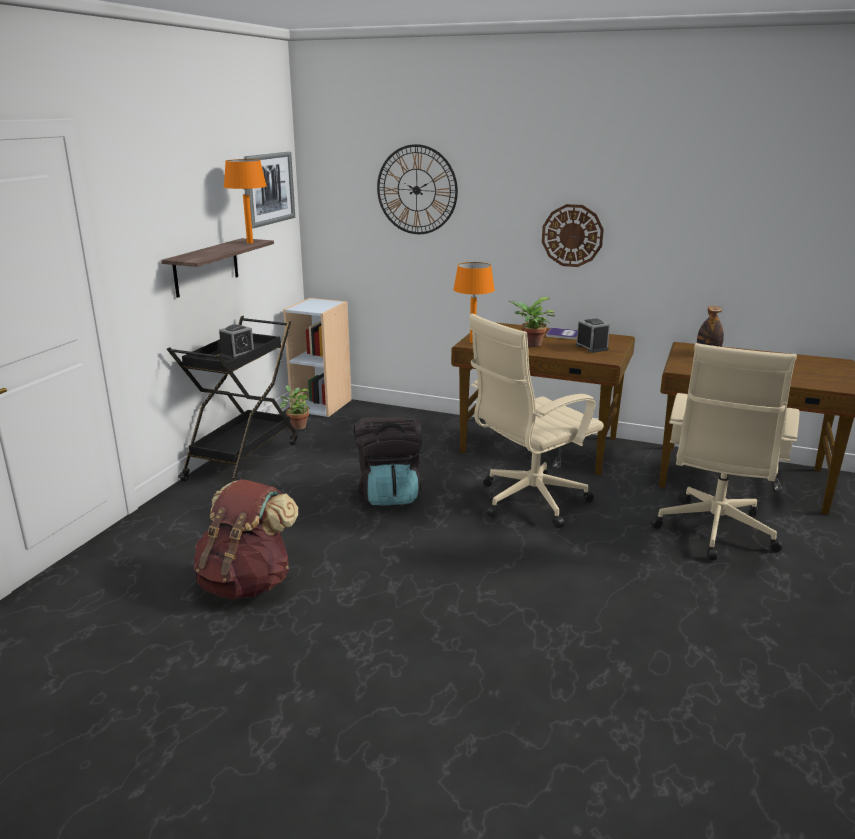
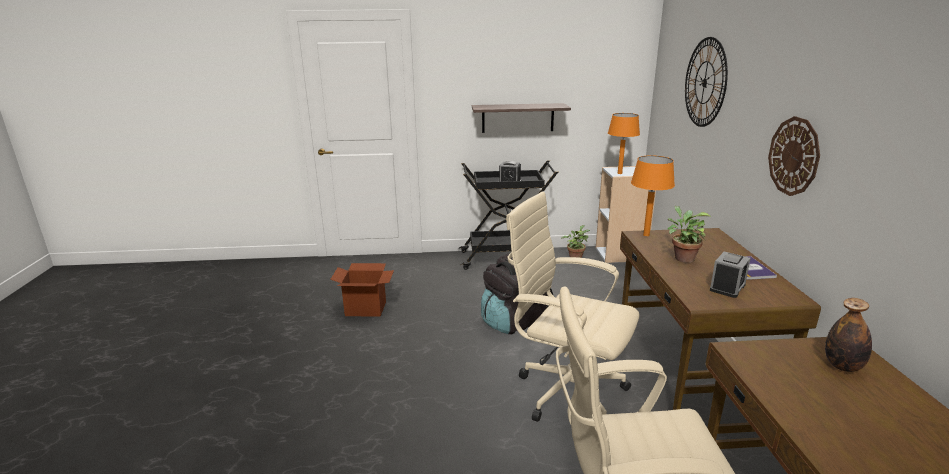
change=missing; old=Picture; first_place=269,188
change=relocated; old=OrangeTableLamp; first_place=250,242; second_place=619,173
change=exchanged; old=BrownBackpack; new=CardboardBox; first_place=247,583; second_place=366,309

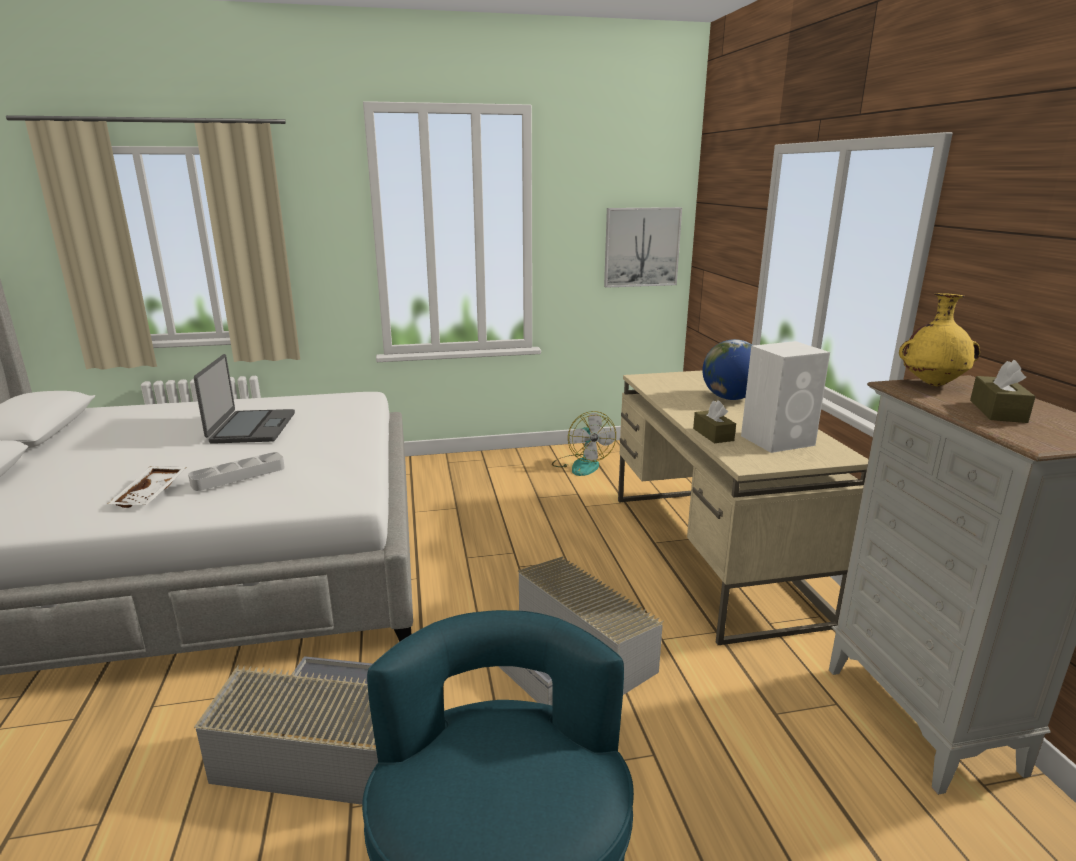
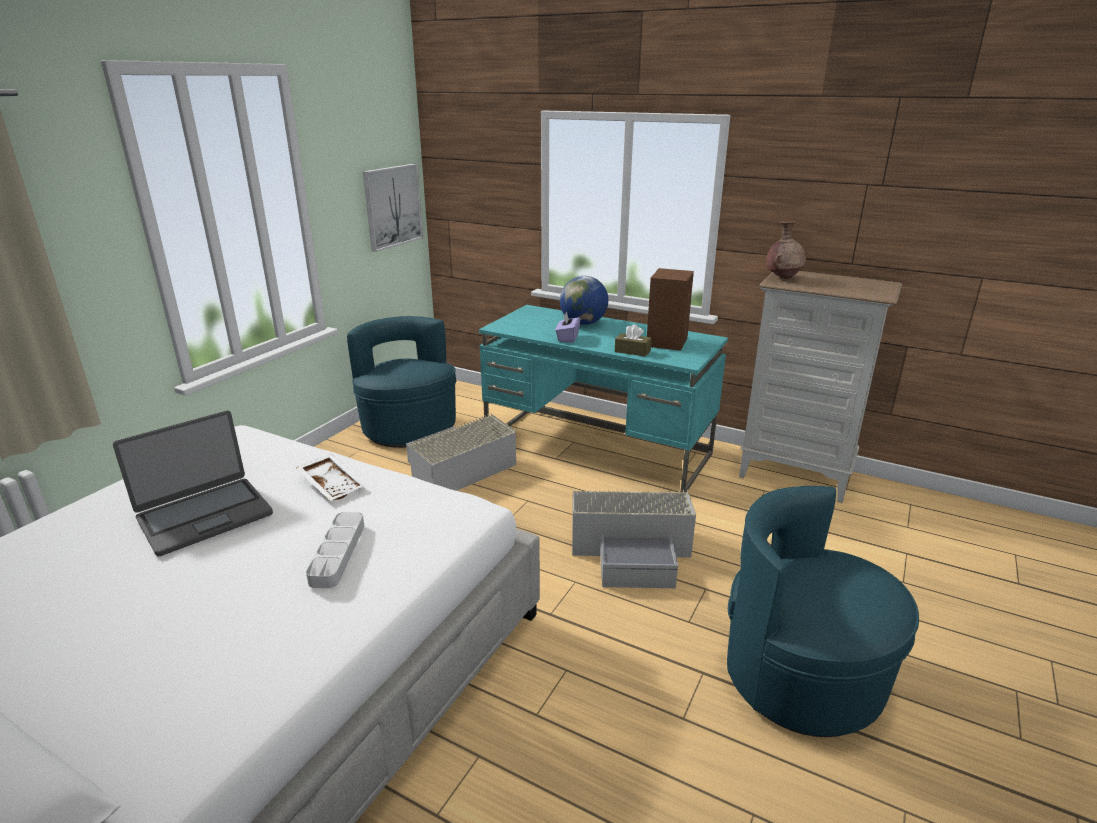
change=missing; old=BrownTissueBox; first_place=997,411
change=appeared; new=PurpleTissueBox; second_place=567,338
change=relocated; old=WhiteTray; first_place=152,494; second_place=333,484
change=relocated; old=GreyStorageBox; first_place=318,746; second_place=456,469
change=exchanged; old=Fan; new=TurquoiseArmchair; first_place=581,465; second_place=410,428
change=colour; old=BeigeDesk; new=TurquoiseDesk; first_place=711,555; second_place=598,448
change=colour; old=WhiteSpeaker; new=BrownSpeaker; first_place=779,440; second_place=667,341
change=colour; old=YellowVase; new=BrownVase; first_place=932,384; second_place=783,278
change=spun; old=Laptop; first_place=251,428; second_place=204,516; degrees=105

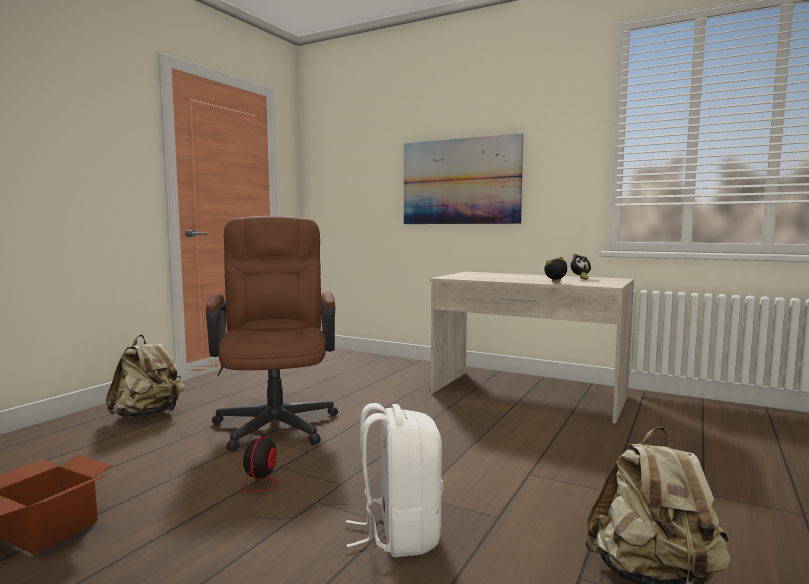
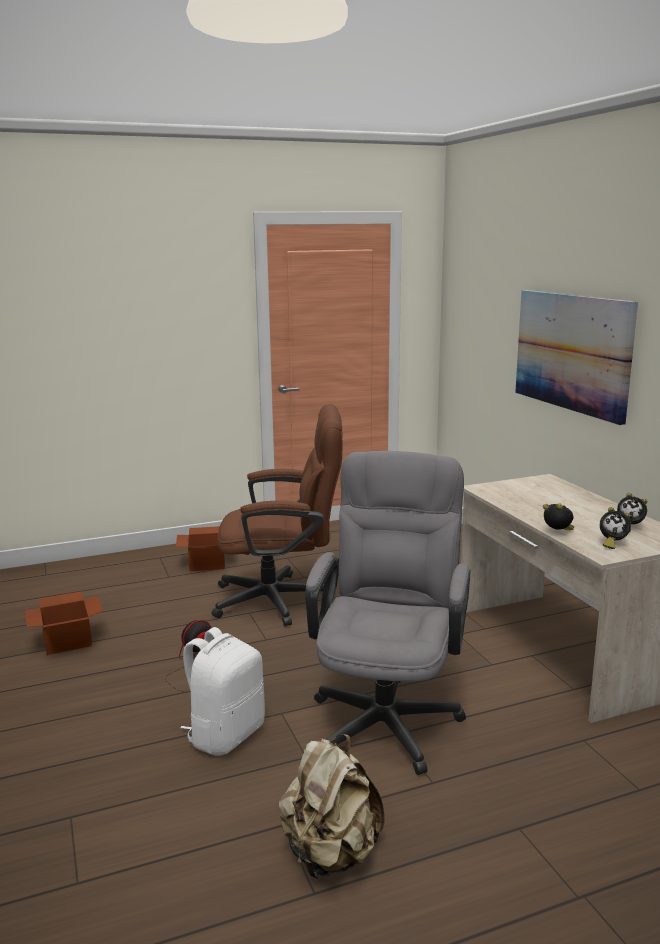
change=appeared; new=GreyOfficeChair; second_place=388,714
change=appeared; new=AlarmClock; second_place=611,543
change=exchanged; old=BeigeBackpack; new=CardboardBox; first_place=148,415; second_place=208,562
change=spun; old=BrownOfficeChair; first_place=277,421; second_place=283,600; degrees=60

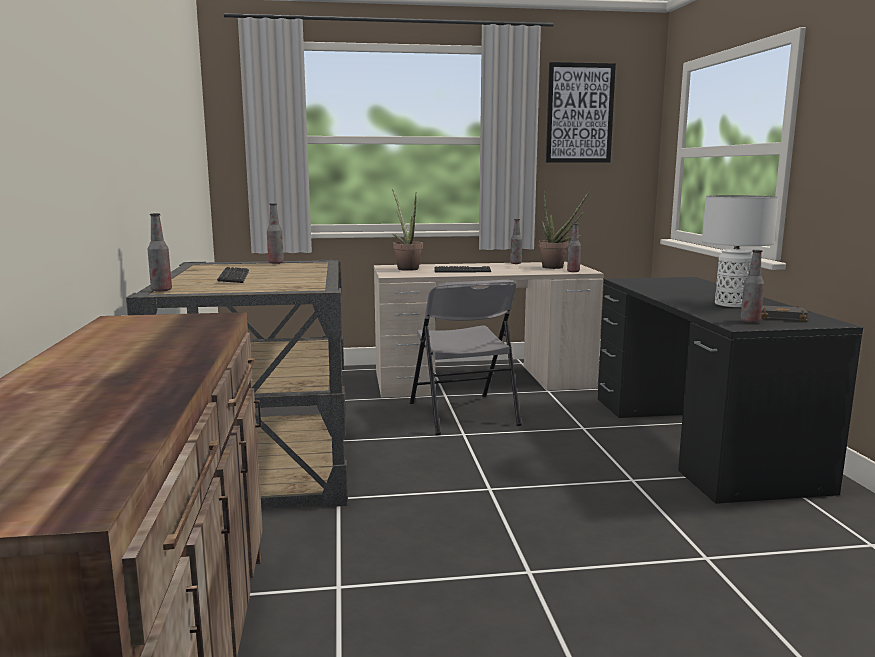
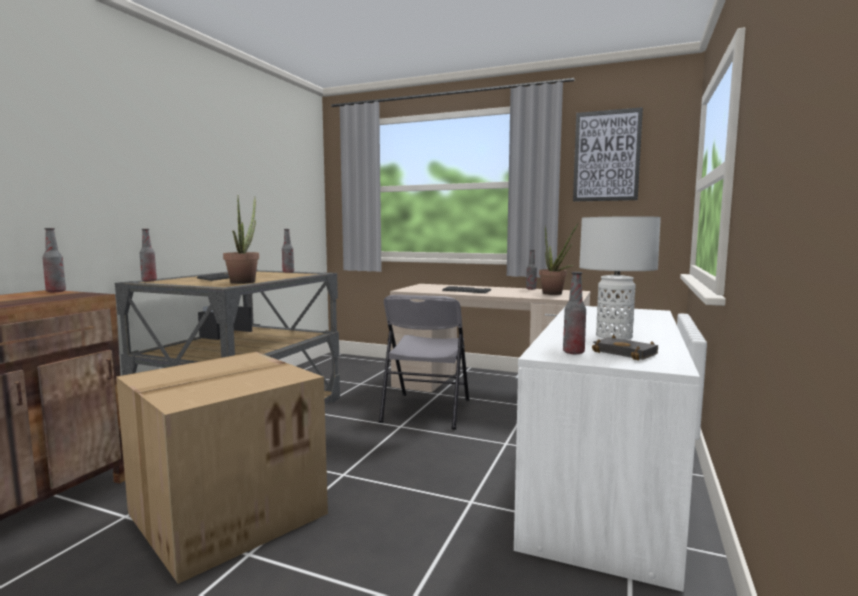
change=appeared; new=CardboardBox; second_place=229,511
change=relocated; old=PottedPlant; first_place=406,268; second_place=245,281
change=relocated; old=Bottle; first_place=573,271; second_place=56,291
change=colour; old=BlackDesk; new=WhiteDesk; first_place=697,439; second_place=602,480

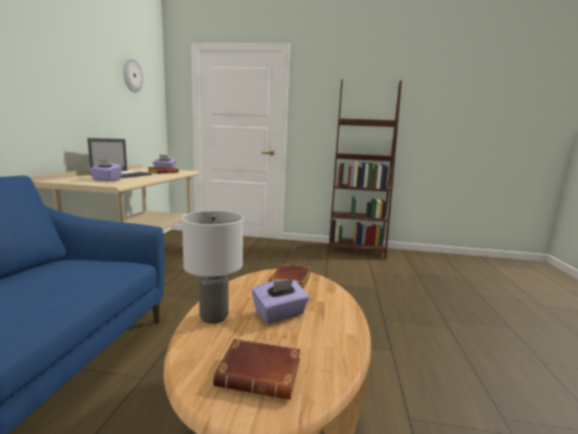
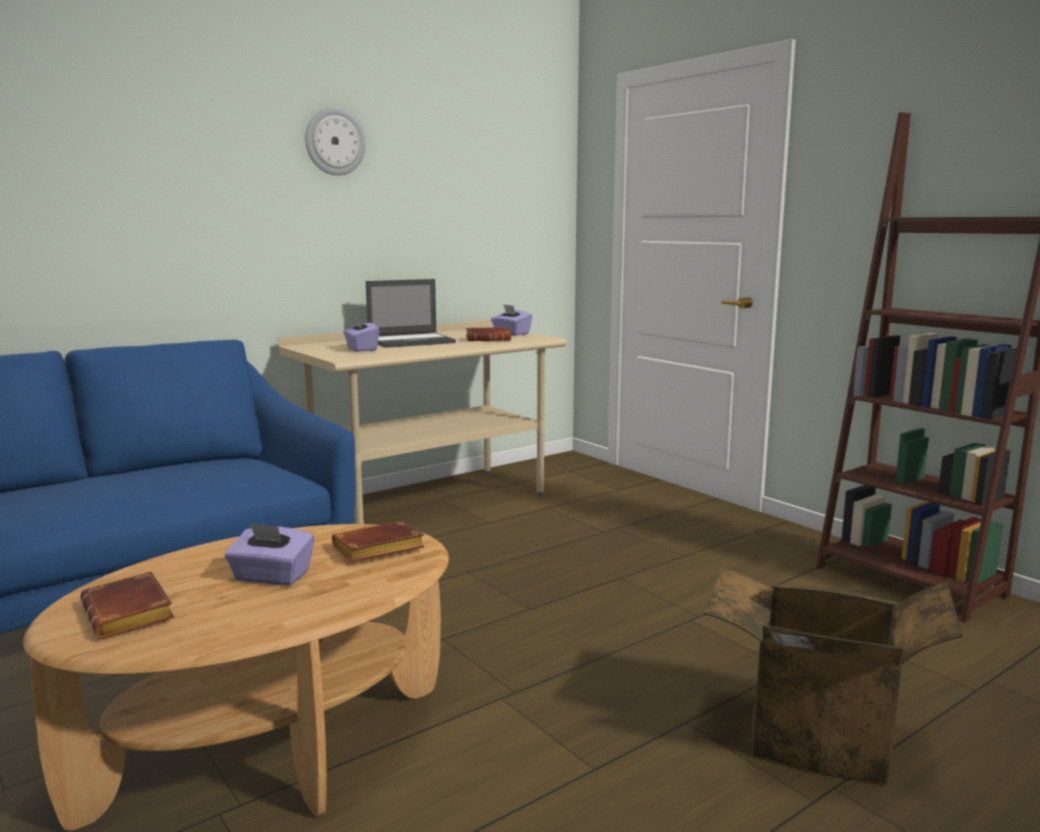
change=missing; old=WhiteTableLamp; first_place=212,317
change=appeared; new=CardboardBox; second_place=816,739
change=relocated; old=WallClock; first_place=132,75; second_place=335,142

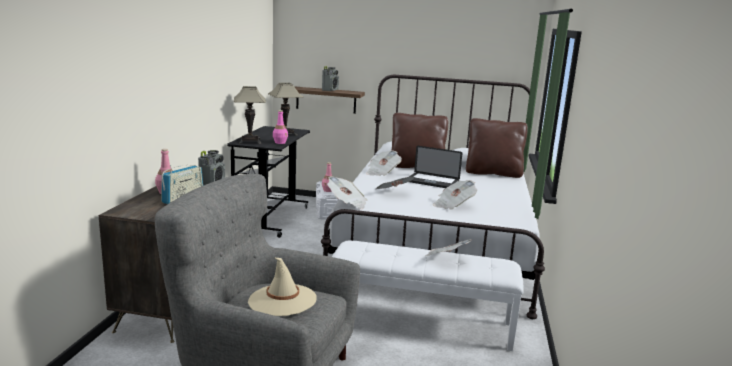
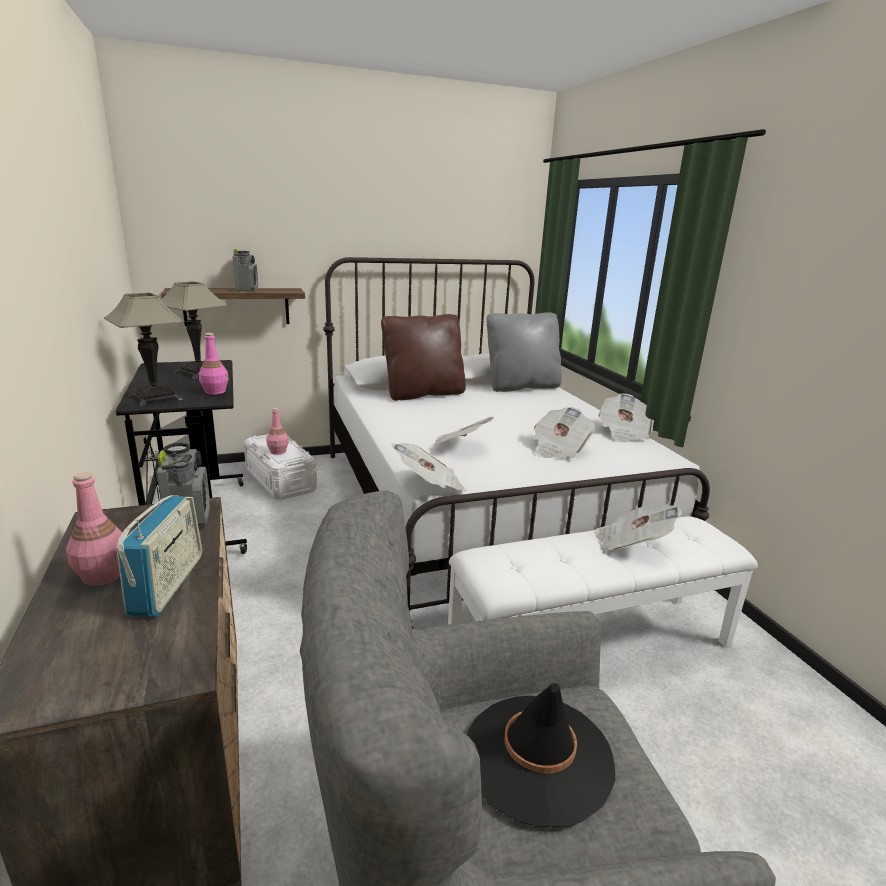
change=missing; old=Laptop; first_place=432,182
change=relocated; old=Newspaper; first_place=382,172; second_place=624,433
change=colour; old=BeigeHat; new=BlackHat; first_place=282,300; second_place=537,757
change=colour; old=BrownPillow; new=GreyPillow; first_place=493,173; second_place=521,386

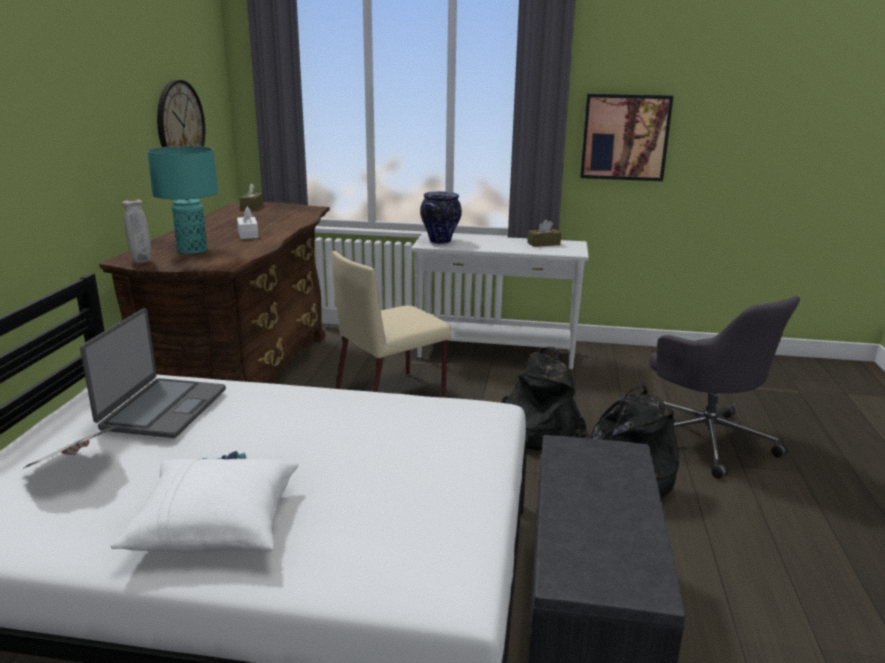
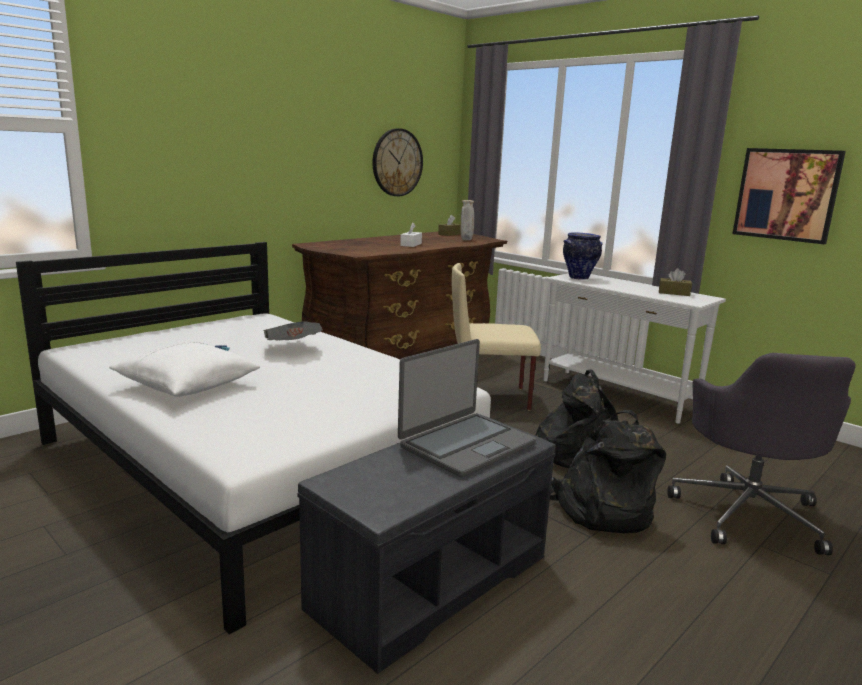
change=missing; old=TurquoiseTableLamp; first_place=193,250
change=relocated; old=Newspaper; first_place=74,468; second_place=293,348
change=relocated; old=Laptop; first_place=162,409; second_place=466,445
change=relocated; old=BeigeVase; first_place=141,262; second_place=466,240

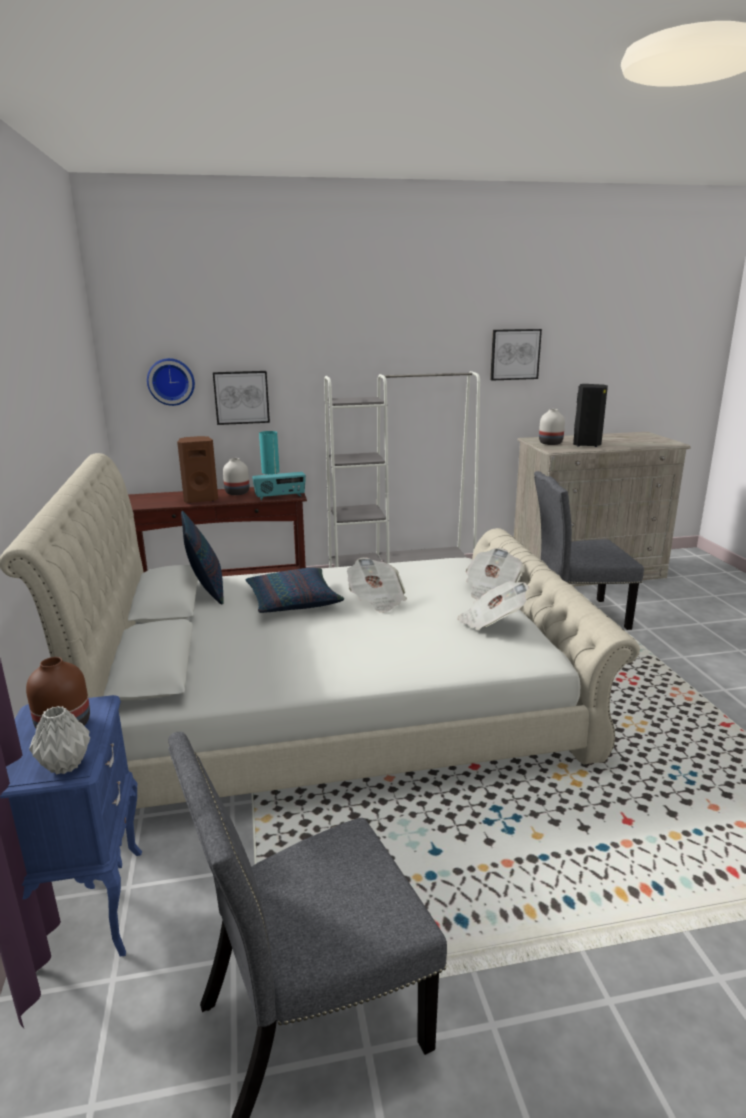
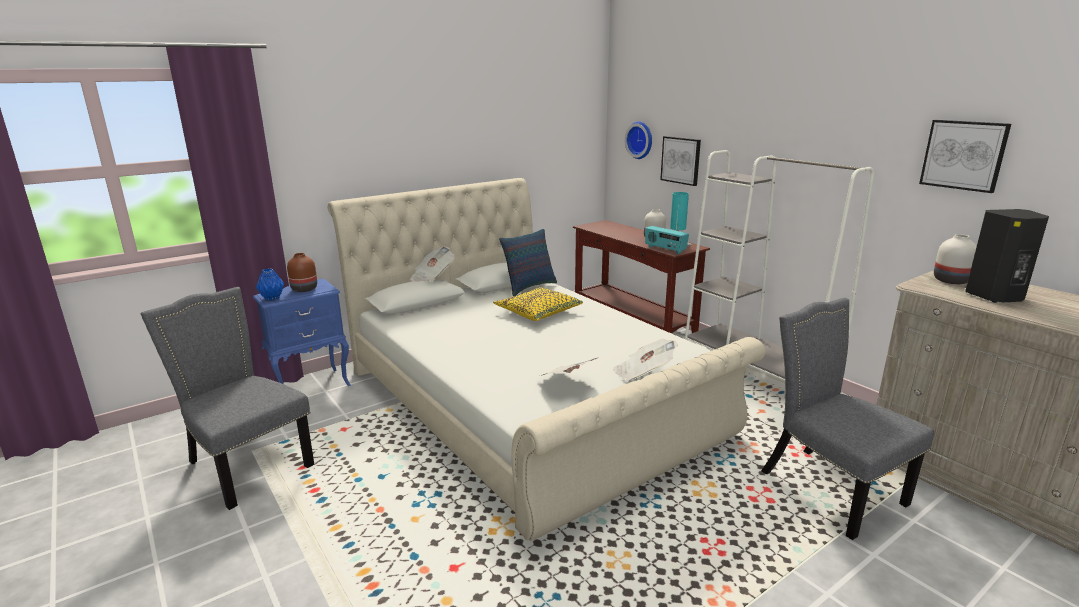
change=missing; old=BrownSpeaker; first_place=200,499
change=relocated; old=Newspaper; first_place=376,600; second_place=432,276
change=colour; old=GreyVase; new=BlueVase; first_place=66,765; second_place=272,298
change=colour; old=BluePillow; new=YellowPillow; first_place=293,601; second_place=538,312

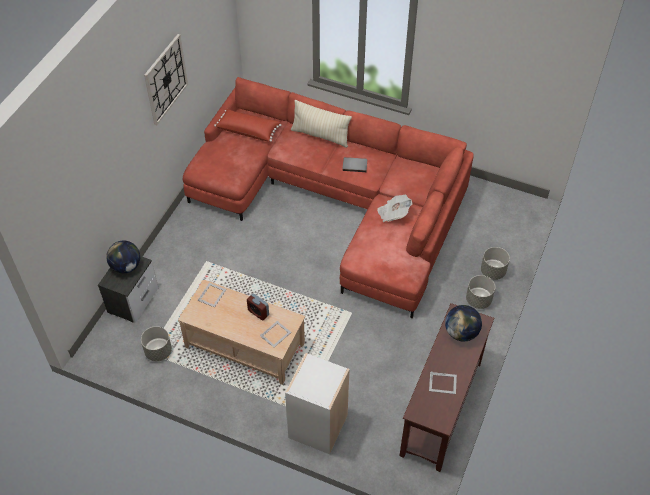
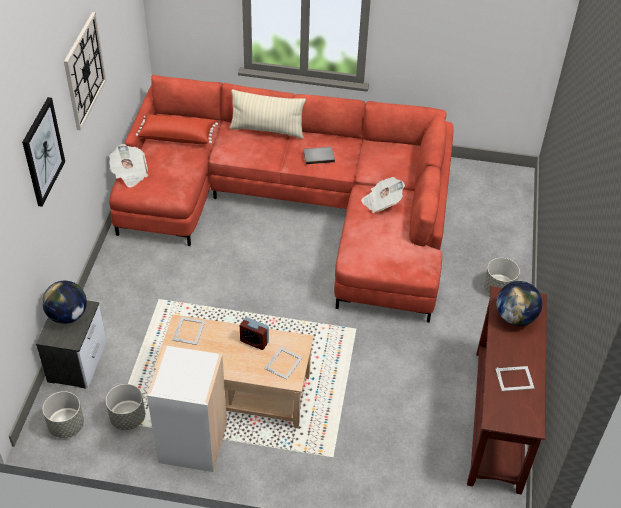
change=appeared; new=Picture; second_place=42,152
change=appeared; new=Newspaper; second_place=129,173
change=relocated; old=Bookcase; first_place=317,426; second_place=192,442
change=relocated; old=GreyPlanter; first_place=492,271; second_place=66,425

